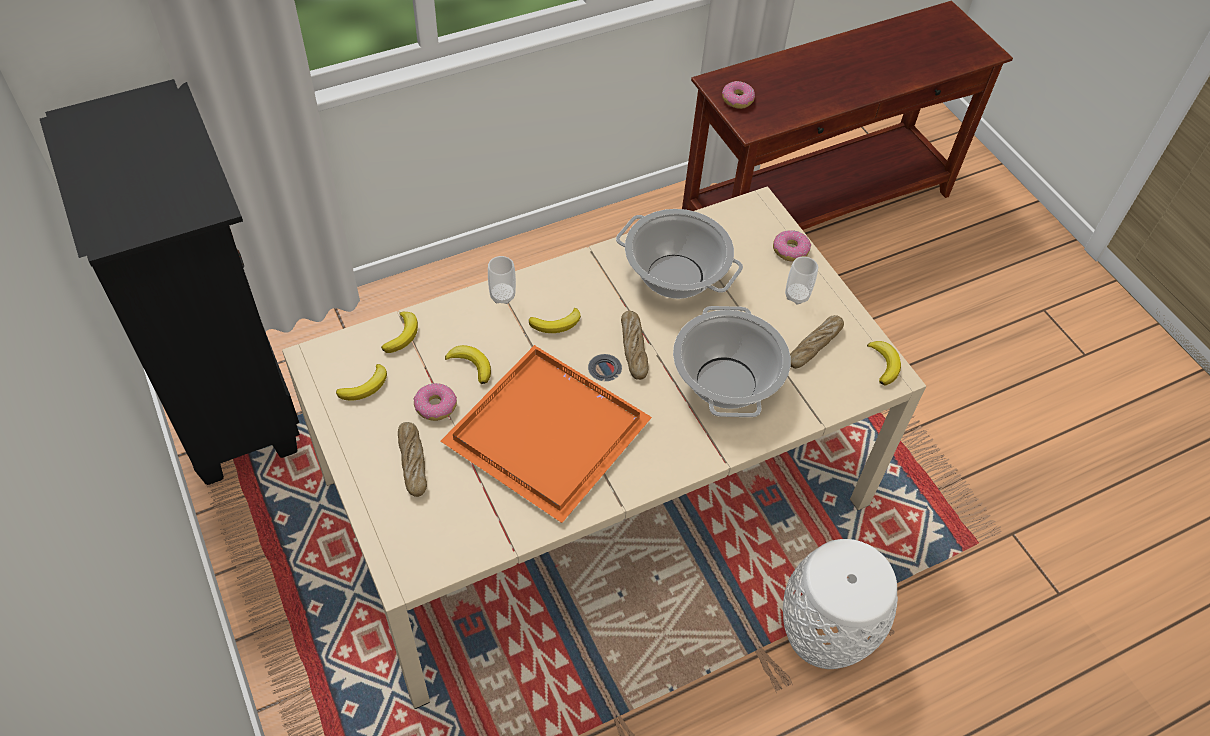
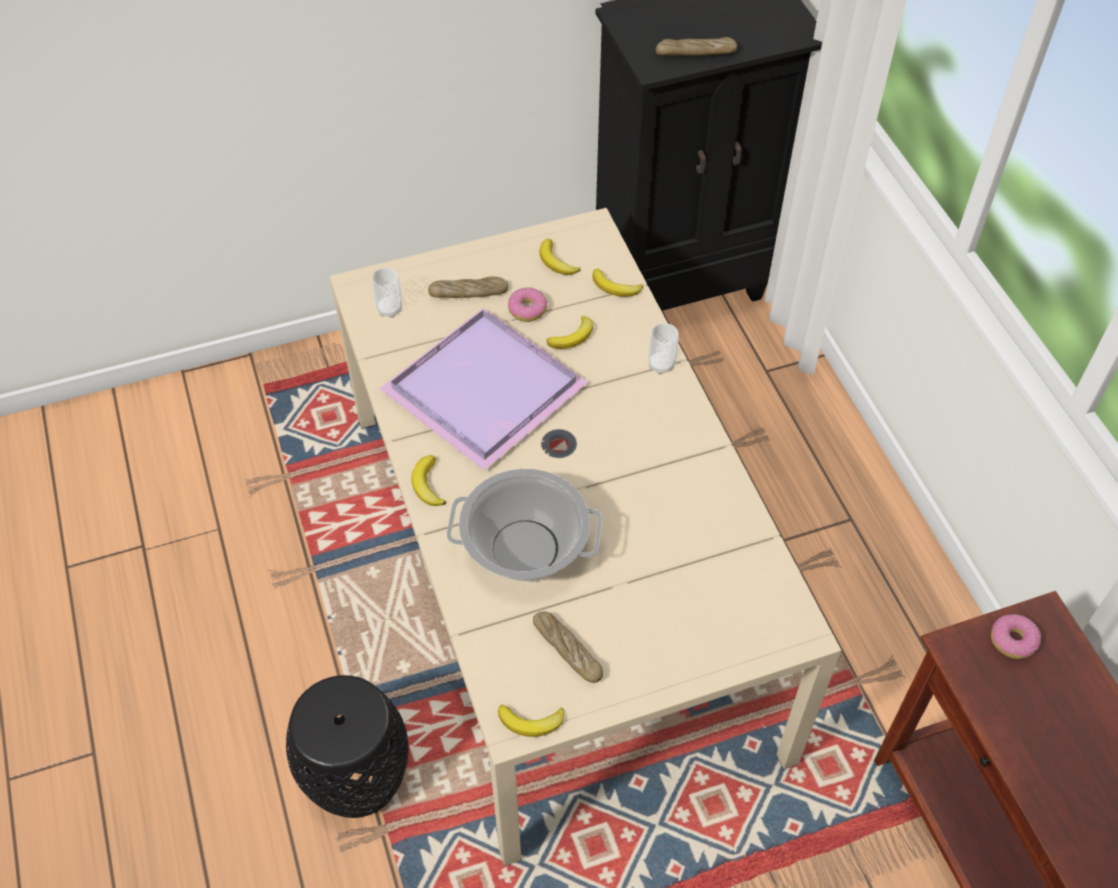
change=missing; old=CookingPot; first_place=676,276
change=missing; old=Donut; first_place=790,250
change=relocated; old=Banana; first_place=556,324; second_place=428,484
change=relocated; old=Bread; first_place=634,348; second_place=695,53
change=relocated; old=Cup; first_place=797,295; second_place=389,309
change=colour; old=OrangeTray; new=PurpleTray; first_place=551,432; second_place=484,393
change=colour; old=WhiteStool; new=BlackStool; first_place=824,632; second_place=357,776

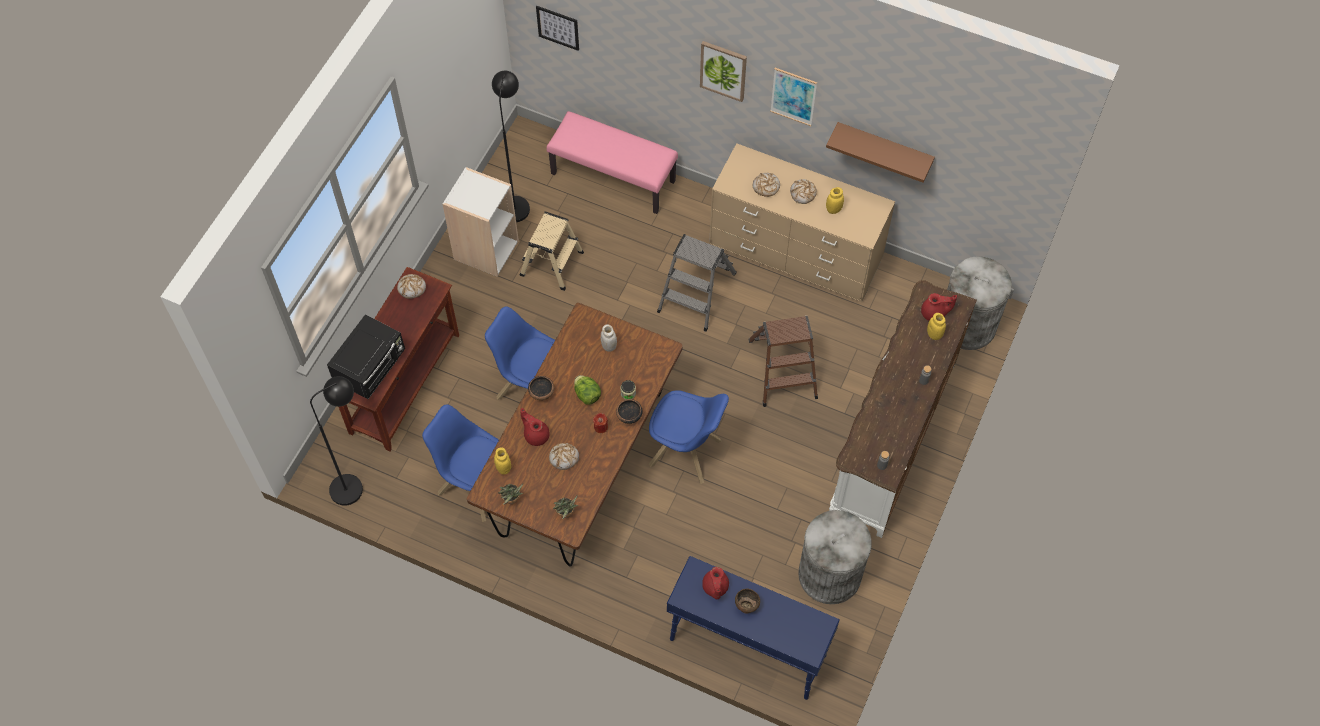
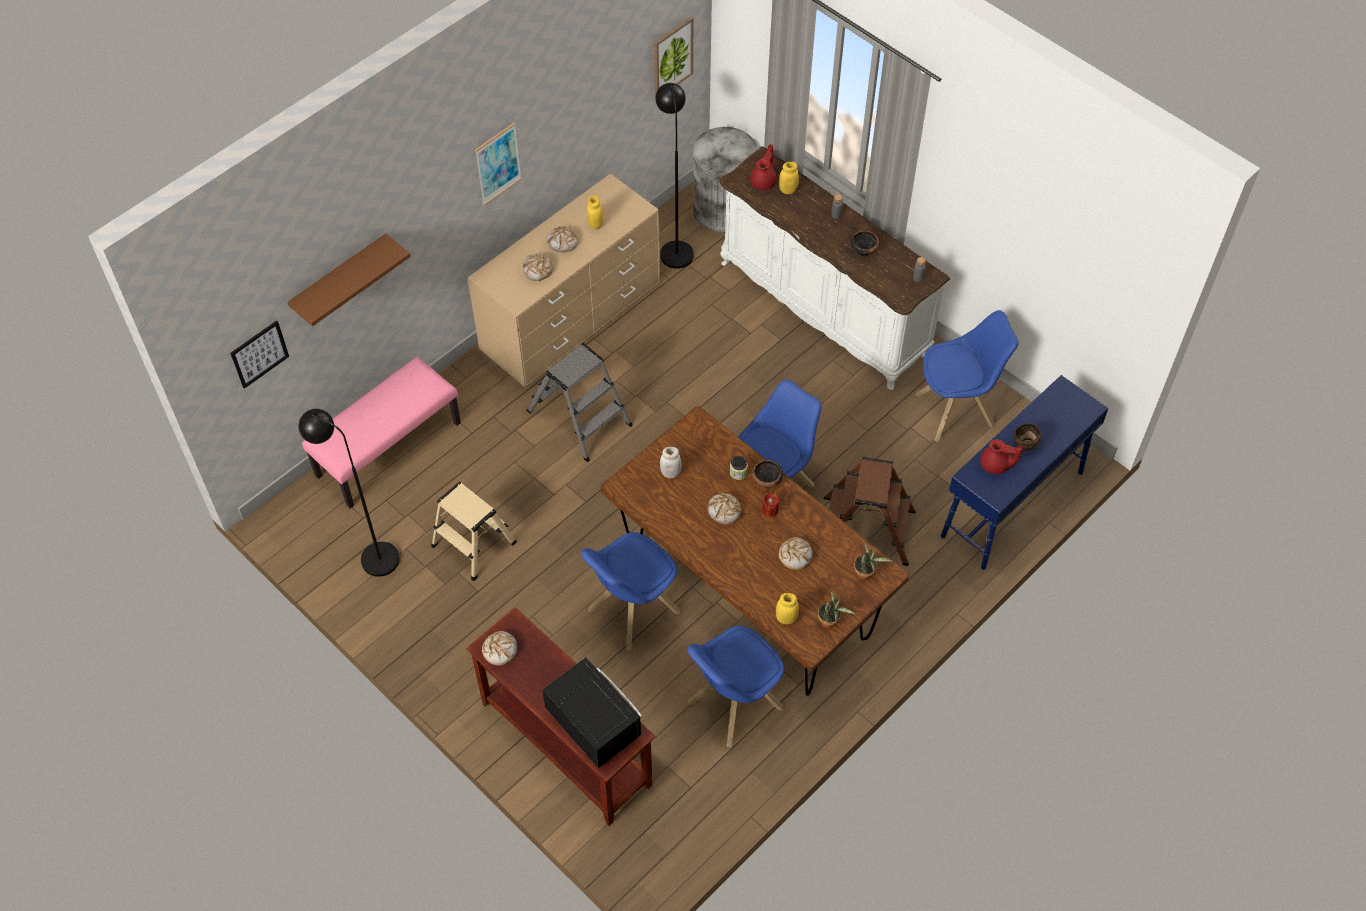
change=missing; old=Bookcase; first_place=486,249
change=missing; old=RedTeapot; first_place=536,434
change=relocated; old=BlackFloorLamp; first_place=355,485; second_place=674,248
change=relocated; old=Bowl; first_place=541,392; second_place=863,249
change=relocated; old=Picture; first_place=723,70; second_place=672,57
change=relocated; old=BrownStepLadder; first_place=782,368; second_place=865,530
change=relocated; old=BrownShelf; first_place=884,148; second_place=340,279
change=exchanged; old=Lettuce; new=Bread; first_place=587,395; second_place=724,511
change=exchanged; old=GreyTrashCan; new=BlueChair; first_place=829,575; second_place=955,411

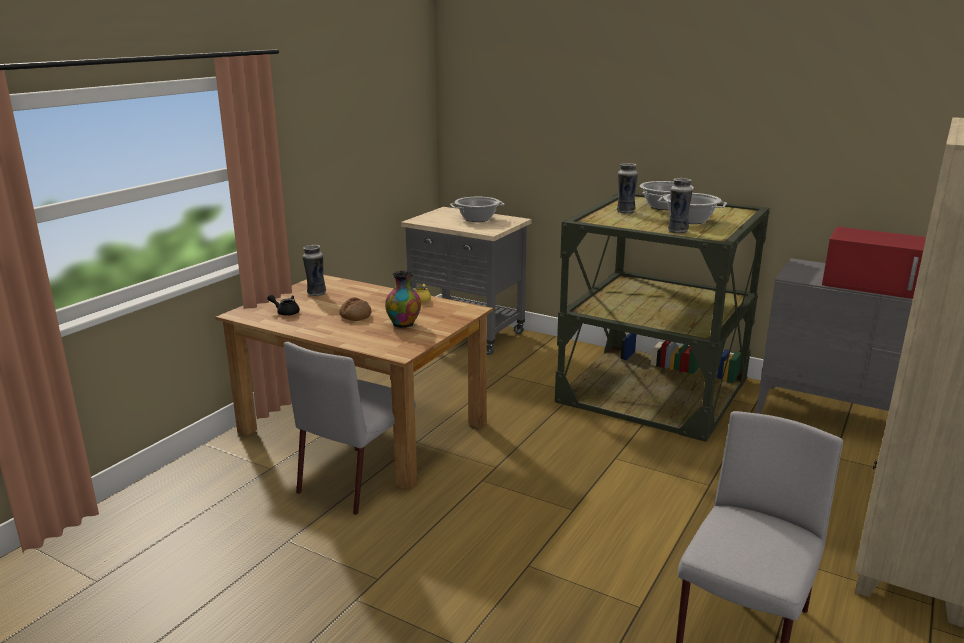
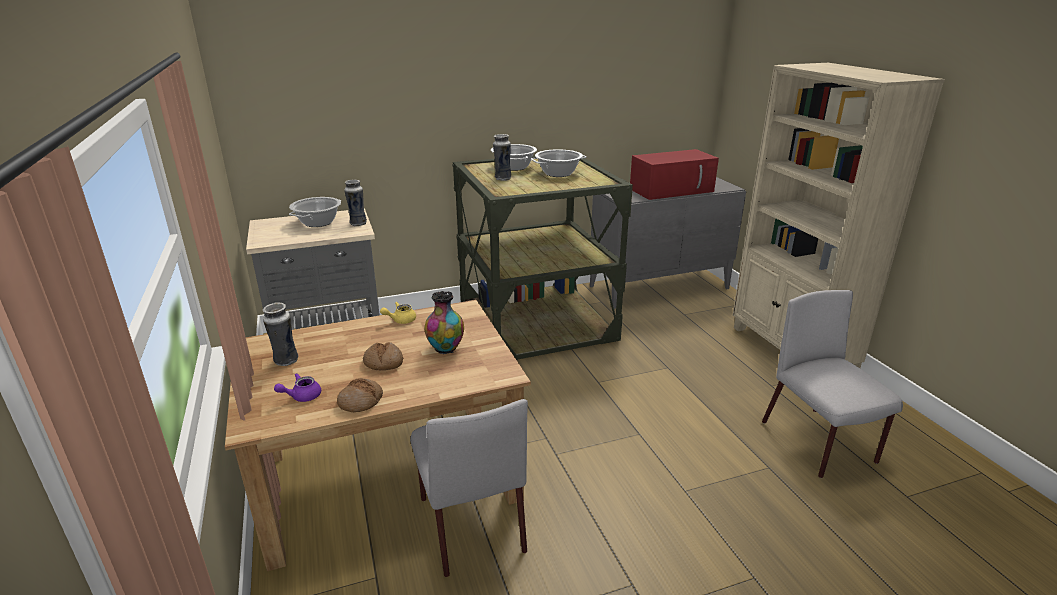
change=appeared; new=Bread; second_place=360,401
change=relocated; old=Vase; first_place=677,231; second_place=358,223
change=colour; old=BlackTeapot; new=PurpleTeapot; first_place=285,312; second_place=302,396

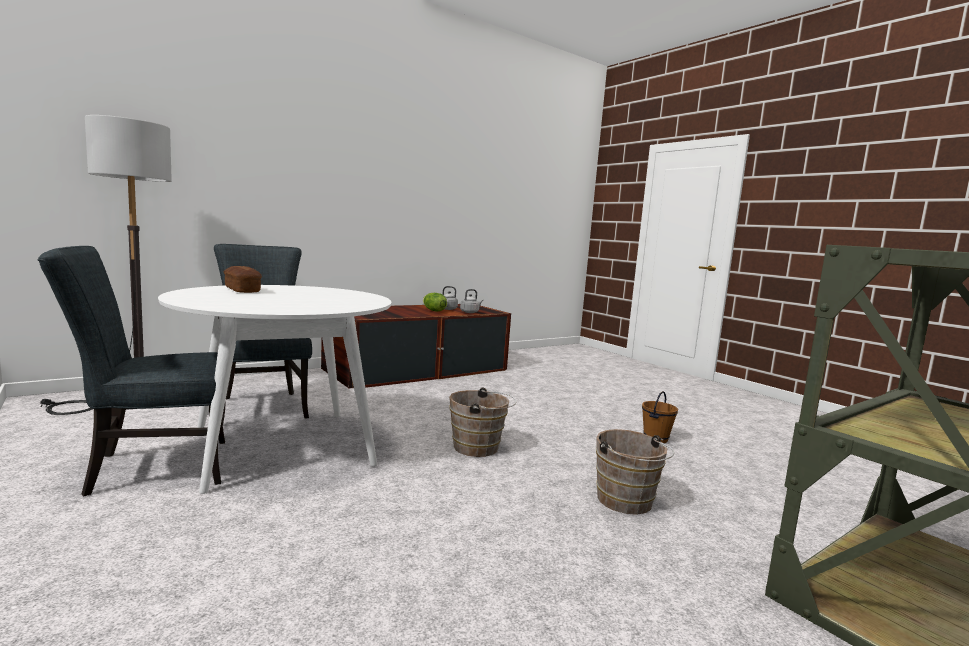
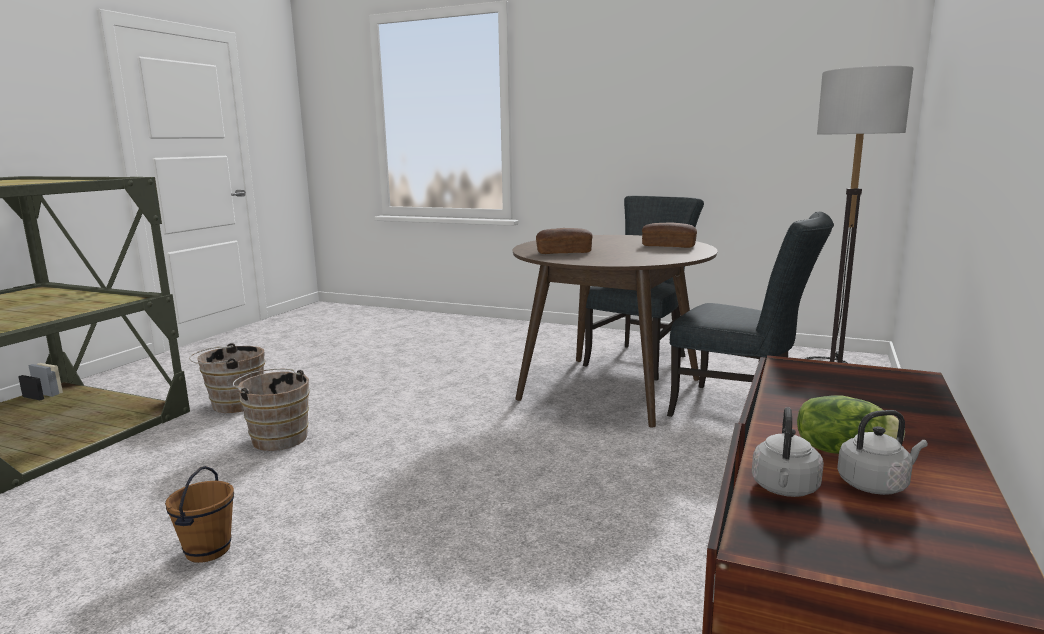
change=appeared; new=Bread; second_place=564,252
change=relocated; old=BrownBucket; first_place=480,448; second_place=233,404
change=colour; old=WhiteDiningTable; new=BrownDiningTable; first_place=282,447; second_place=610,389

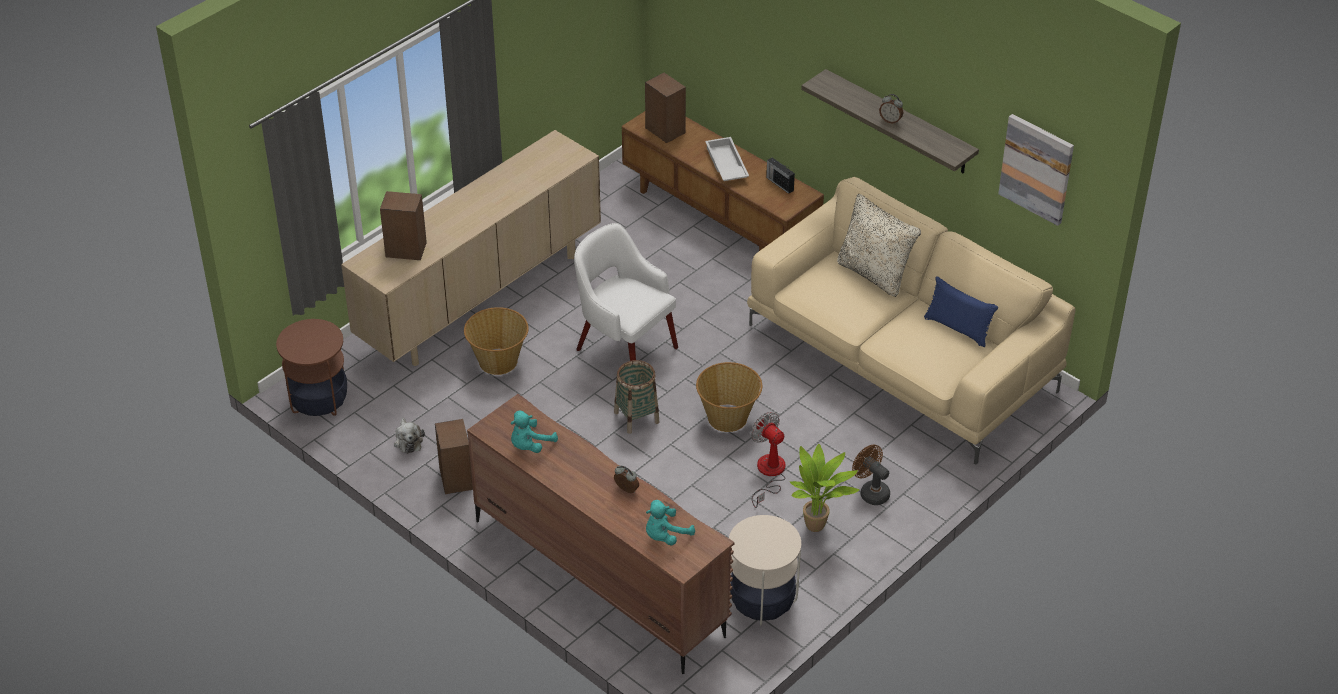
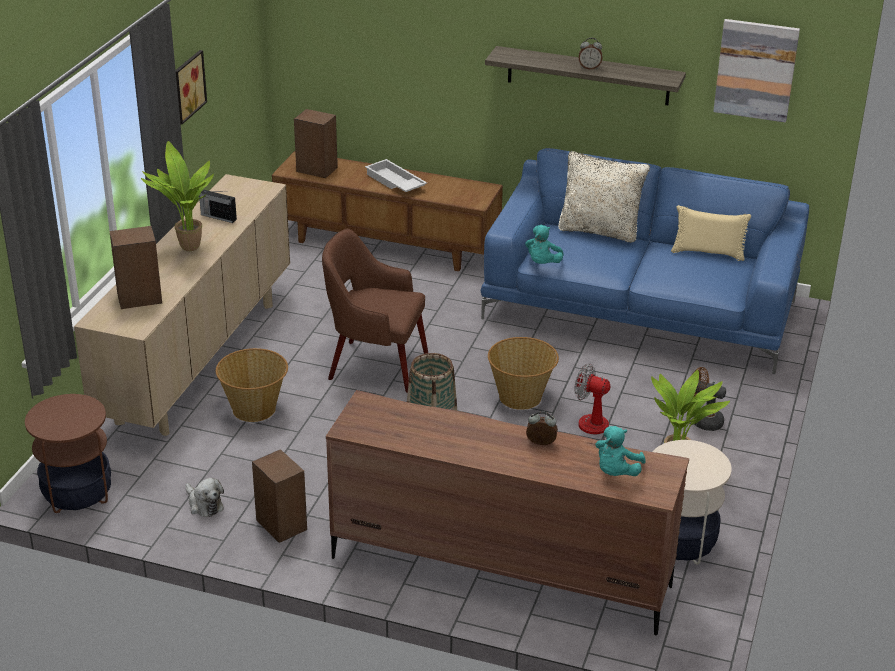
change=appeared; new=PottedPlant; second_place=186,248
change=appeared; new=Picture; second_place=187,86
change=relocated; old=TurquoisePlushToy; first_place=530,445; second_place=543,263
change=relocated; old=Radio; first_place=779,183; second_place=218,217
change=colour; old=WhiteArmchair; new=BrownArmchair; first_place=624,347; second_place=375,365
change=colour; old=BeigeSofa; new=BlueSofa; first_place=901,358; second_place=640,311
change=colour; old=BluePillow; new=BeigePillow; first_place=958,328; second_place=708,253

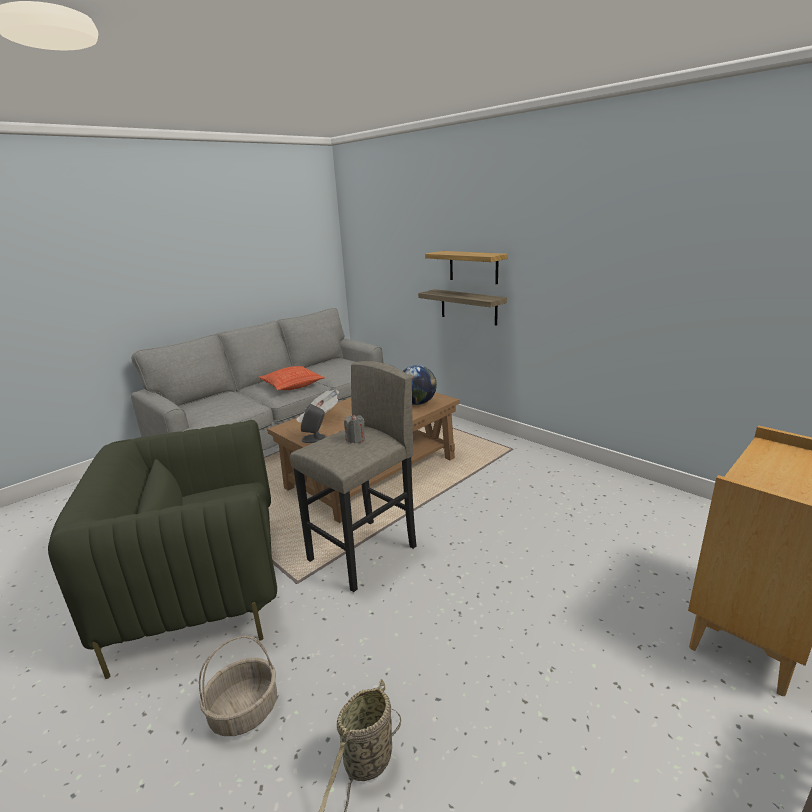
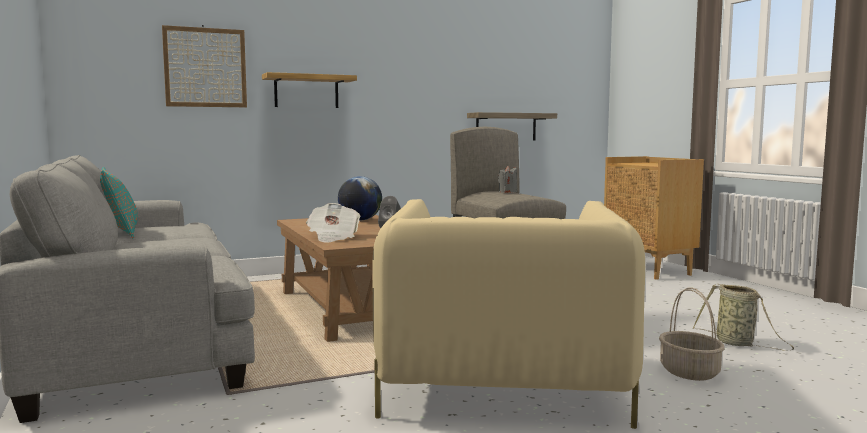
change=missing; old=OrangePillow; first_place=292,386
change=appeared; new=TurquoisePillow; second_place=120,234
change=appeared; new=Picture; second_place=205,66
change=relocated; old=Shelf; first_place=468,307; second_place=506,127
change=colour; old=GreenArmchair; new=BeigeArmchair; first_place=200,587; second_place=502,386

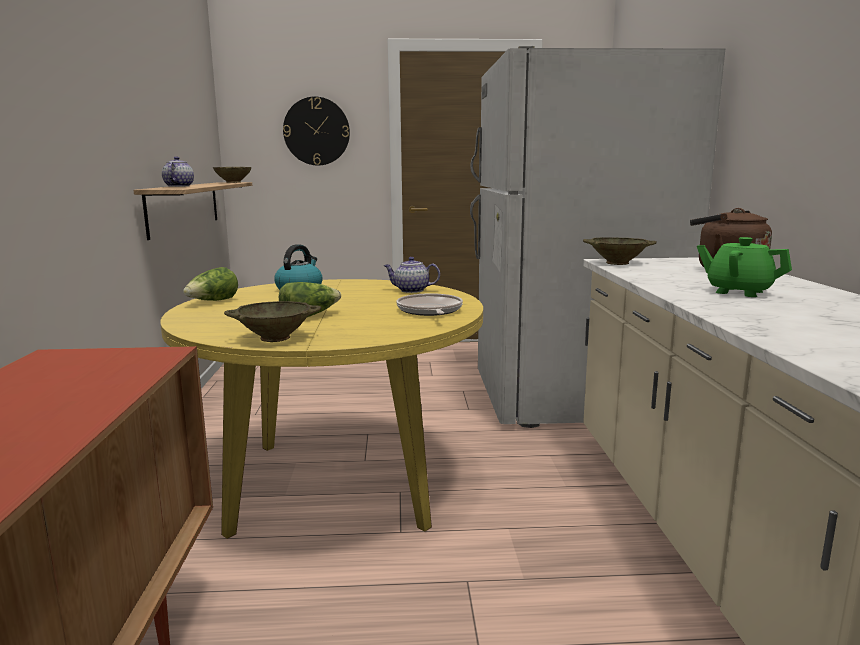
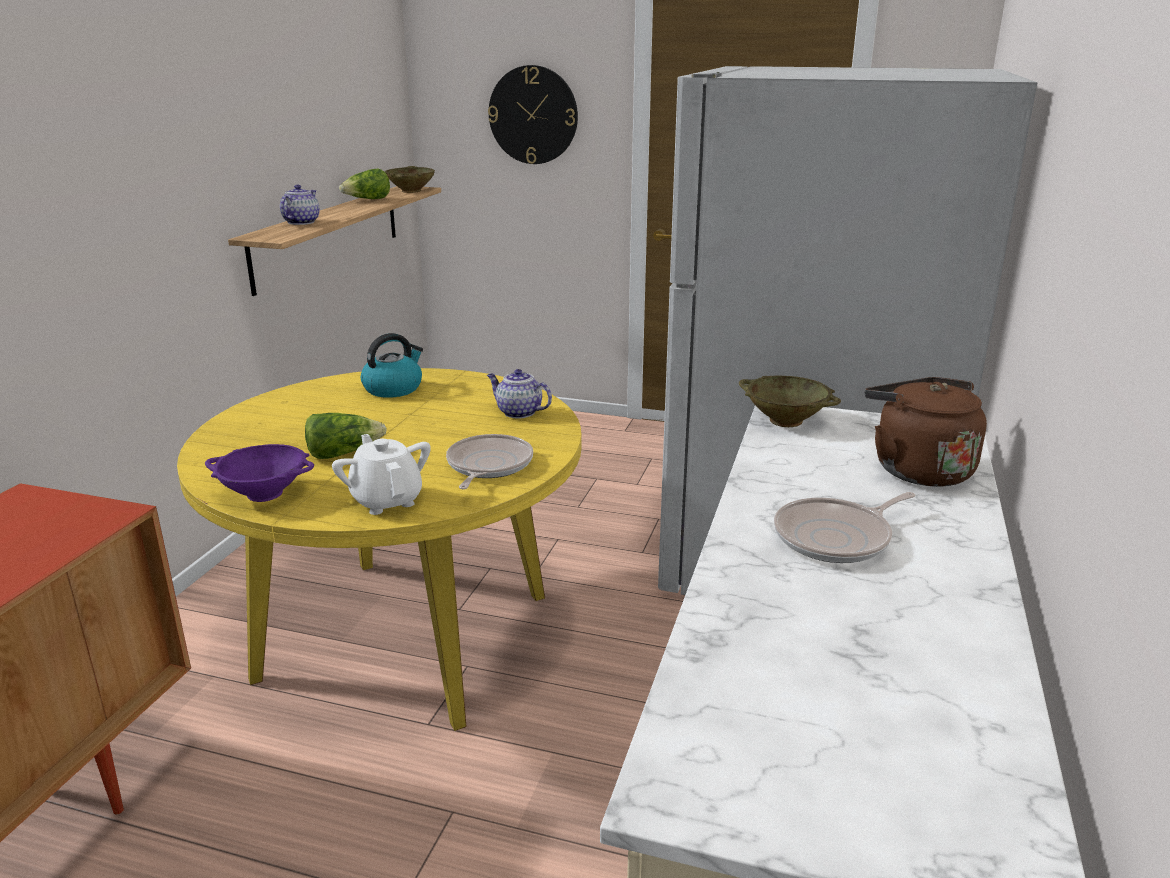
change=appeared; new=WhiteTeapot; second_place=387,500
change=relocated; old=Lettuce; first_place=213,302; second_place=367,200
change=exchanged; old=GreenTeapot; new=FryingPan; first_place=738,292; second_place=837,538
change=colour; old=BeigeBowl; new=PurpleBowl; first_place=275,338; second_place=265,494

